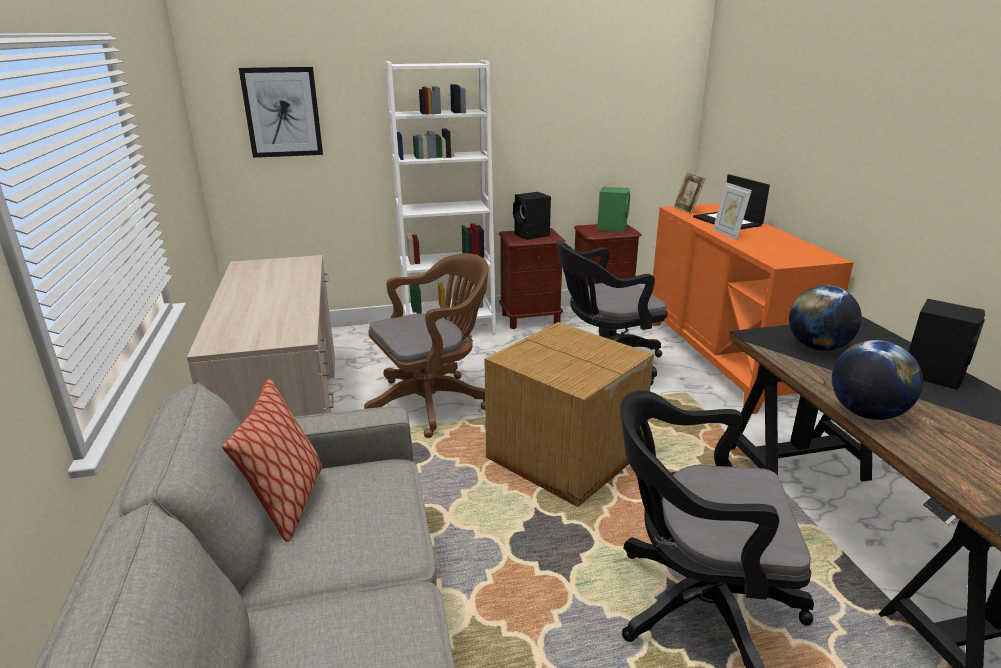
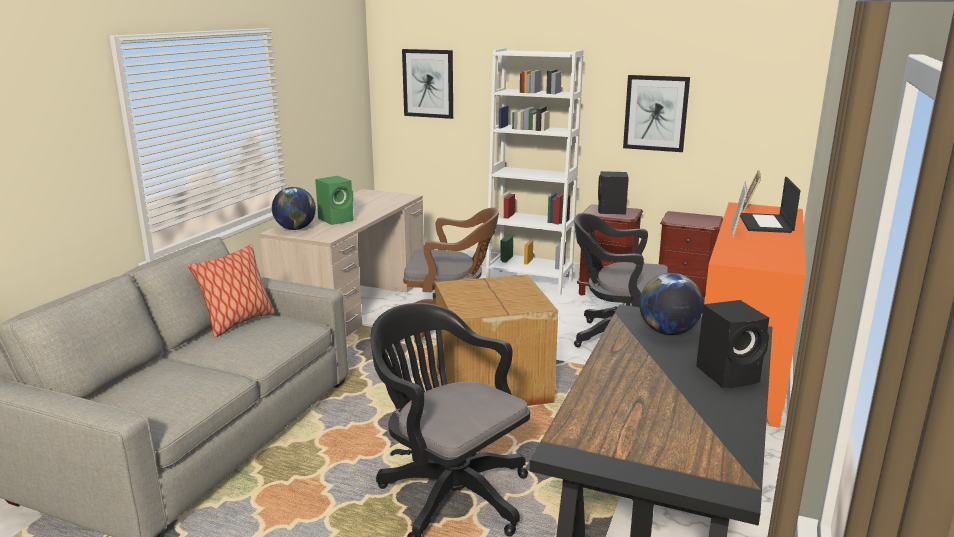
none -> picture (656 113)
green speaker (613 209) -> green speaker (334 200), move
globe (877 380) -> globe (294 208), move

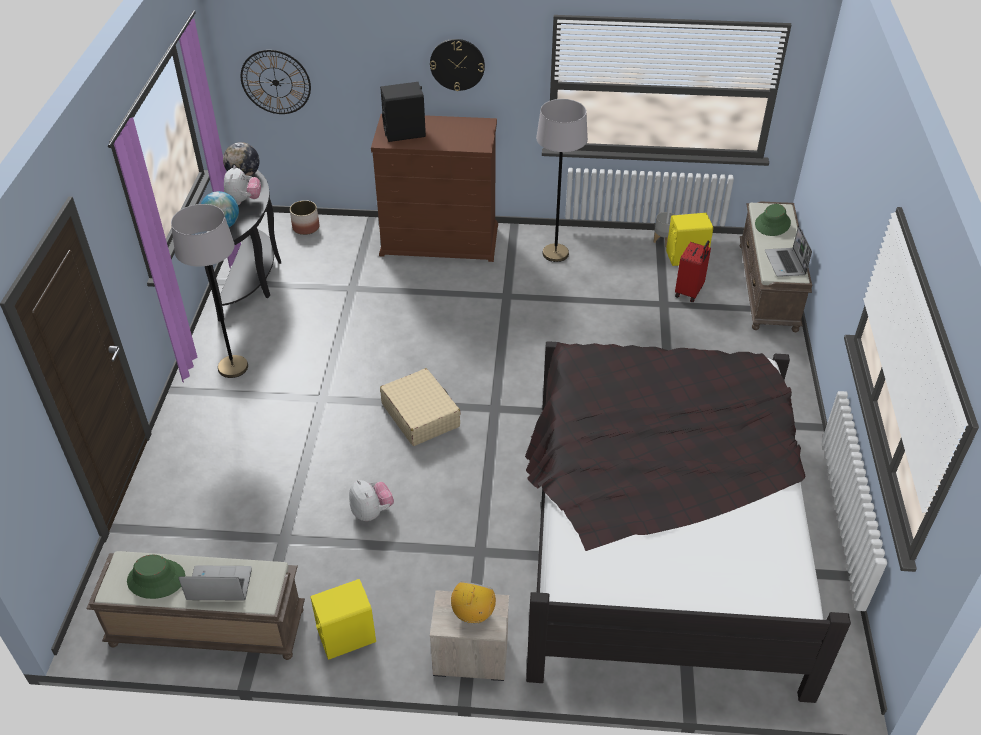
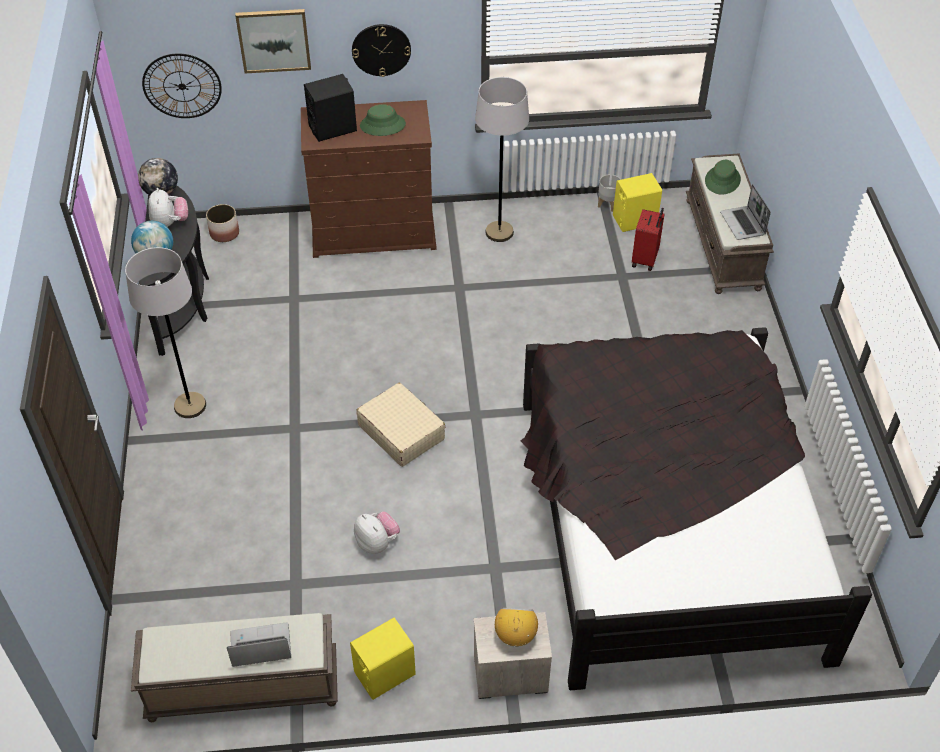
none -> picture (273 41)
green hat (156 577) -> green hat (383 120), move

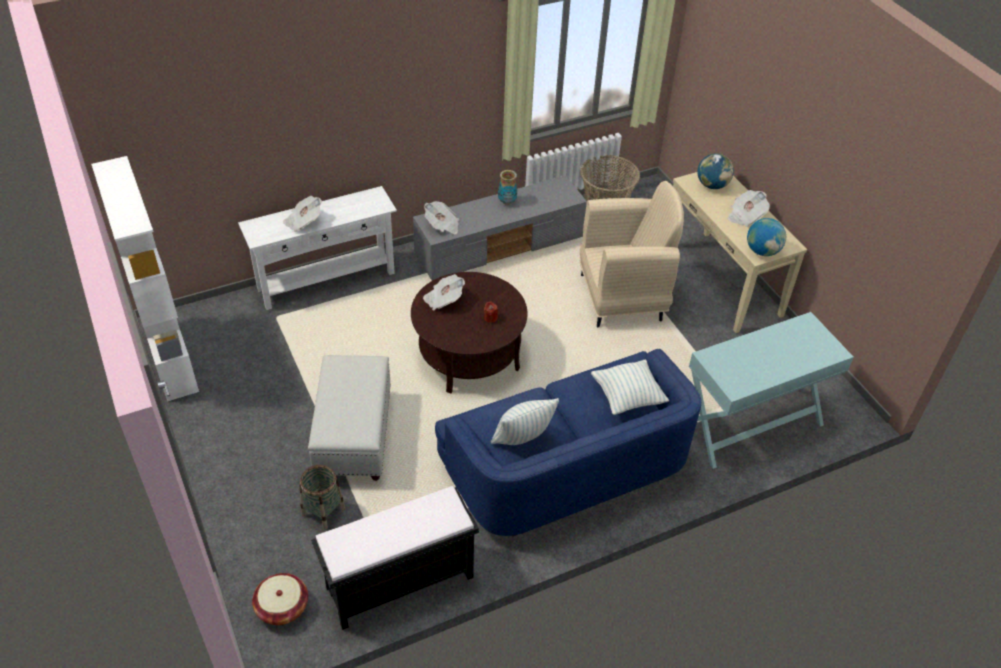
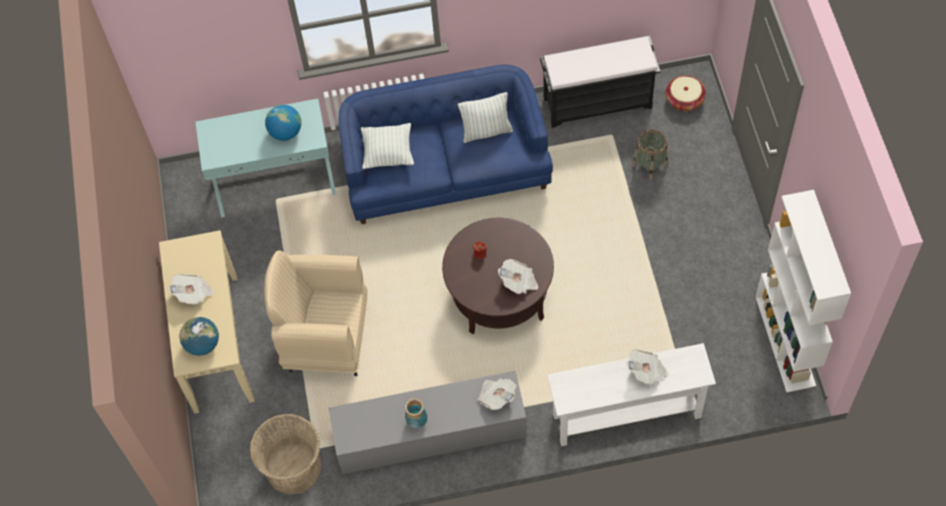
white ottoman (349 418) -> none
globe (766 237) -> globe (283 123), move

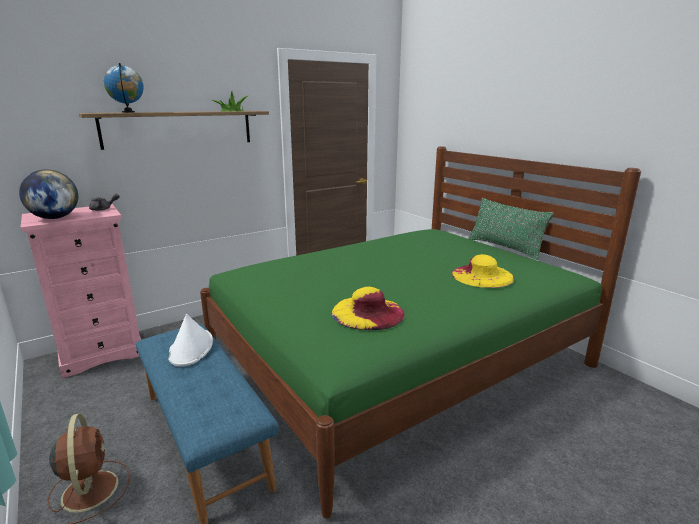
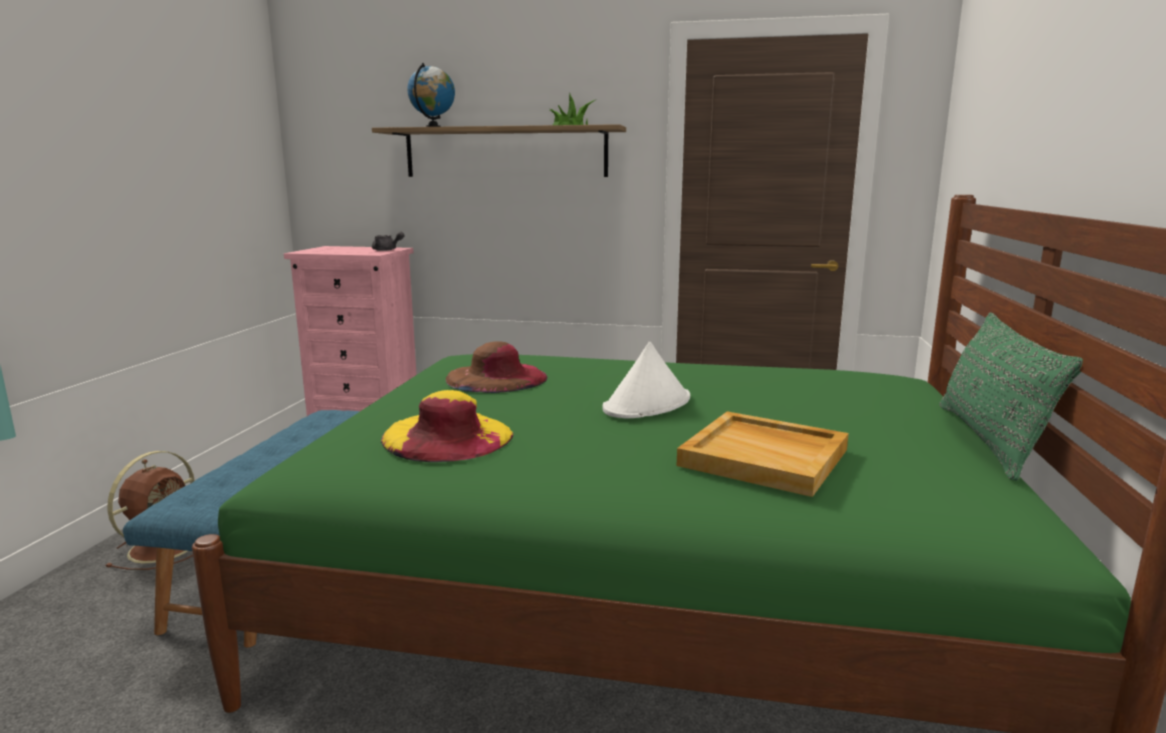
globe (48 194) -> none
none -> brown hat (496 367)
white hat (190 340) -> white hat (646 380), move
yellow hat (483 271) -> beige tray (763 454)

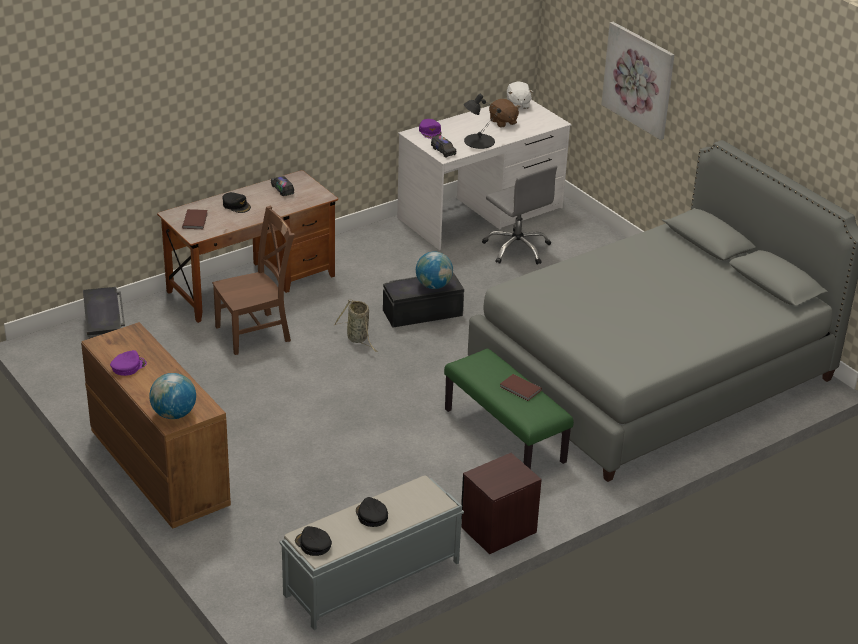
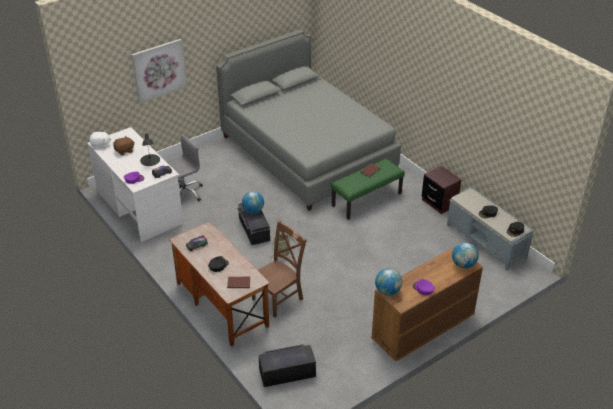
none -> globe (388 282)
brown chair (253 280) -> brown chair (279 269), 75 degrees clockwise

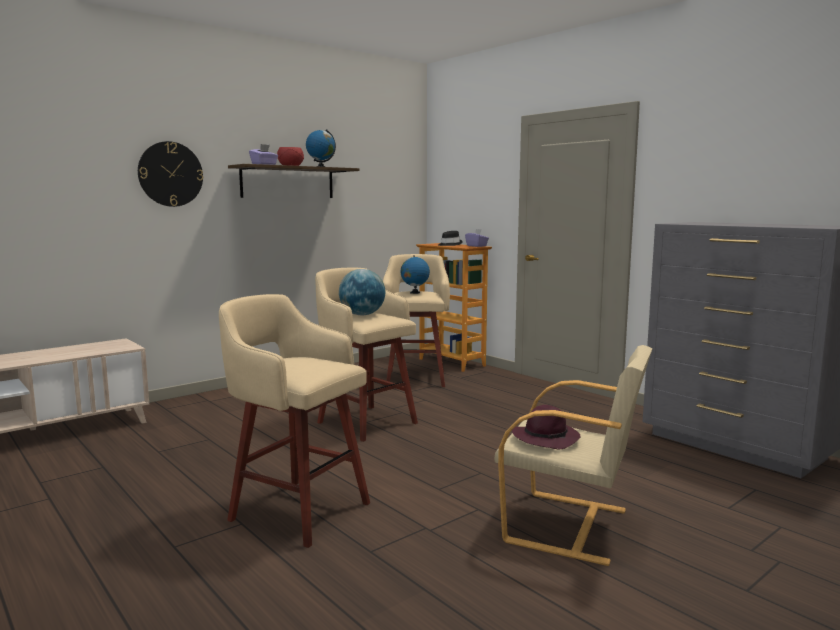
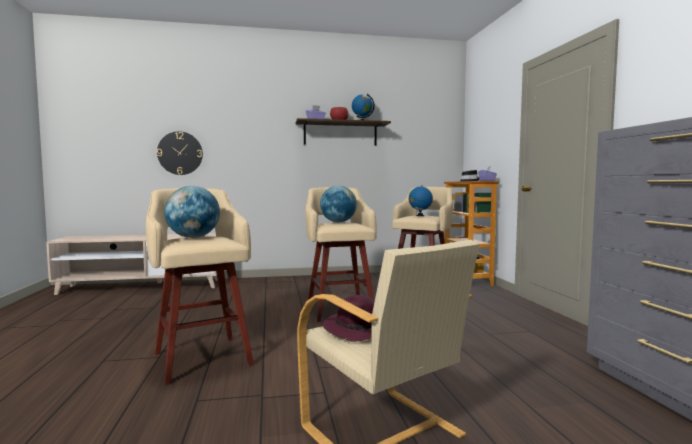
none -> globe (192 212)
wall clock (170 174) -> wall clock (180 153), move

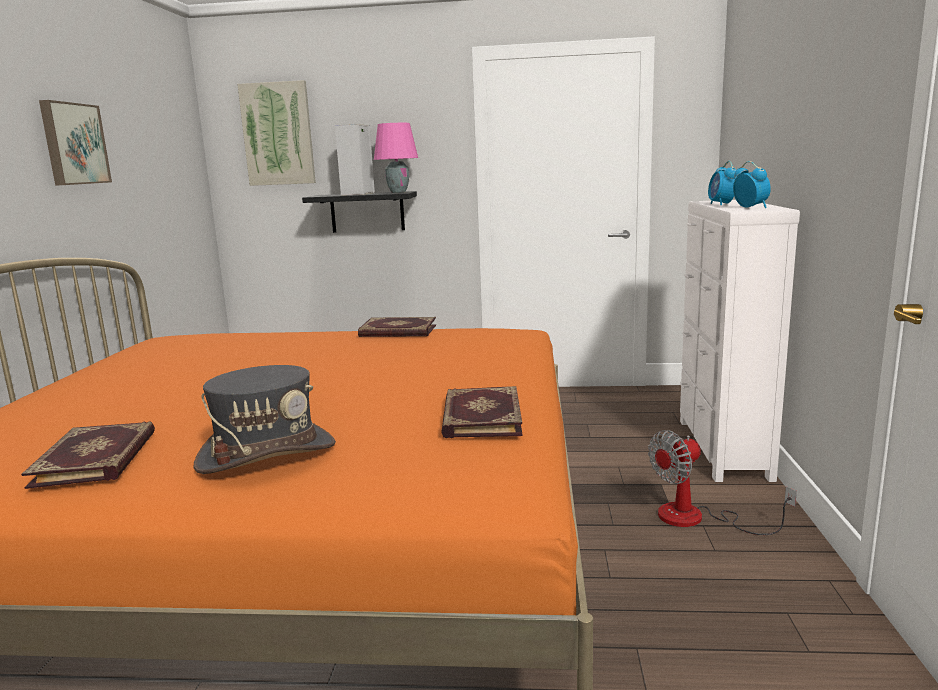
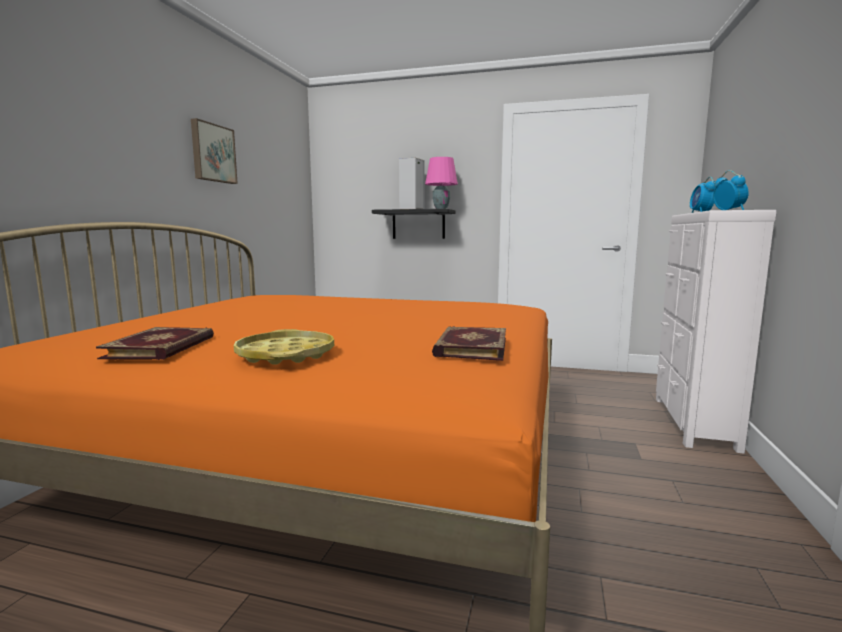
picture (276 133) -> none
book (397 327) -> none
fan (722 482) -> none
grey hat (265 419) -> yellow tray (284 347)

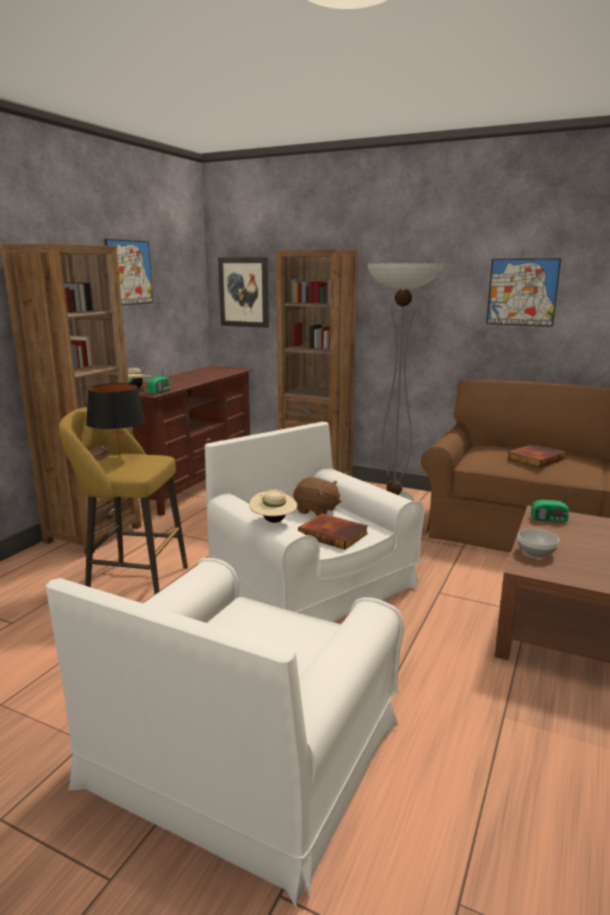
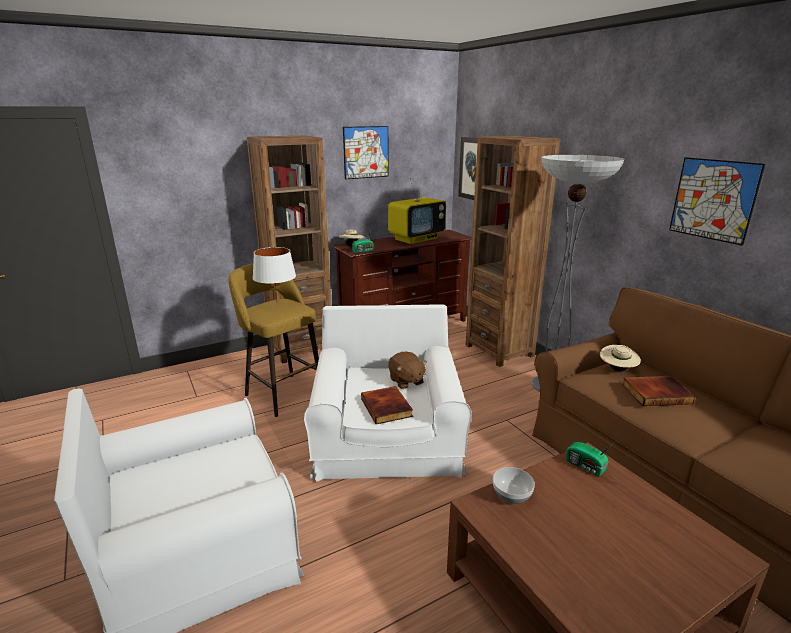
none -> television (417 210)
beige hat (273 506) -> beige hat (620 358), move
black table lamp (116 420) -> white table lamp (274 274)

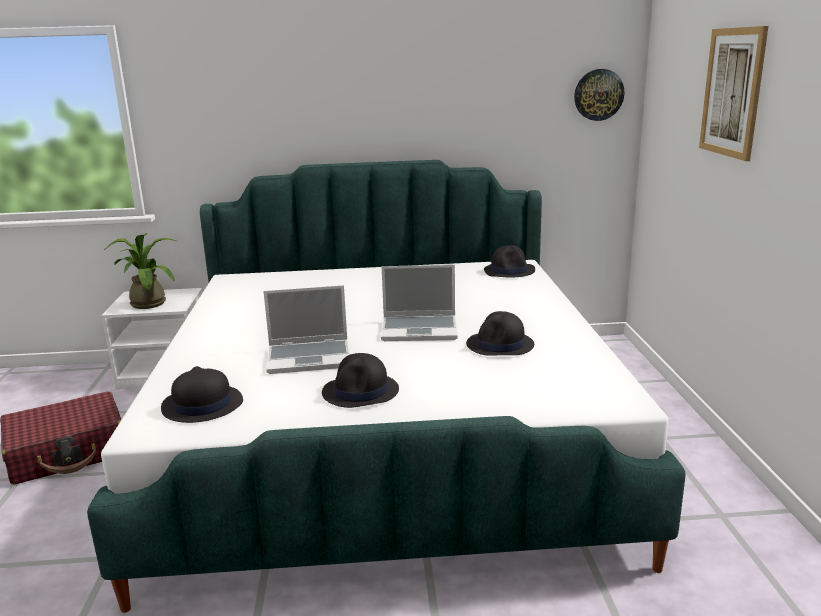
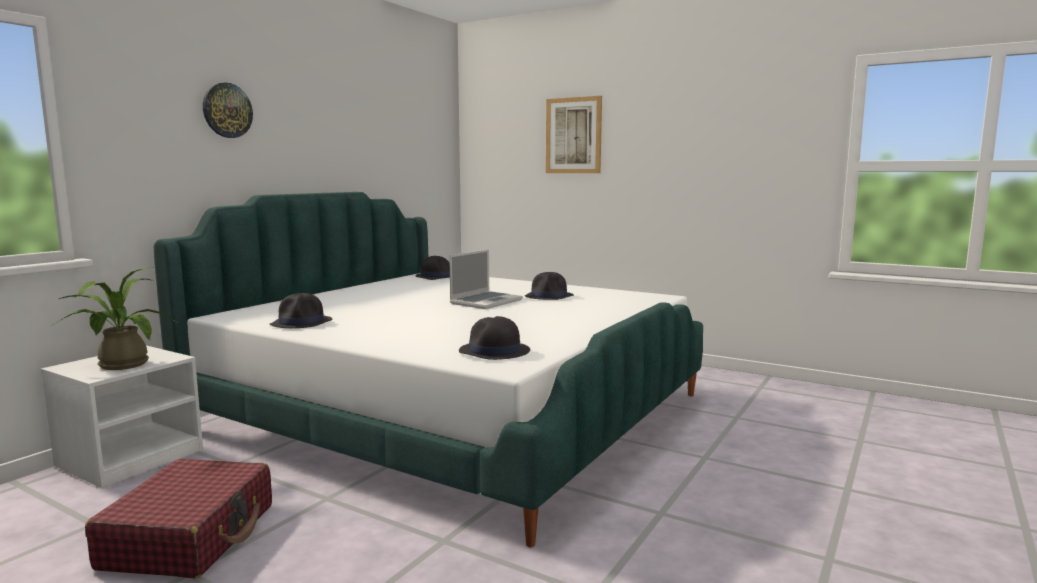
laptop (306 329) -> none
black hat (360 380) -> black hat (301 310), move
wall clock (599 95) -> wall clock (228 110), move

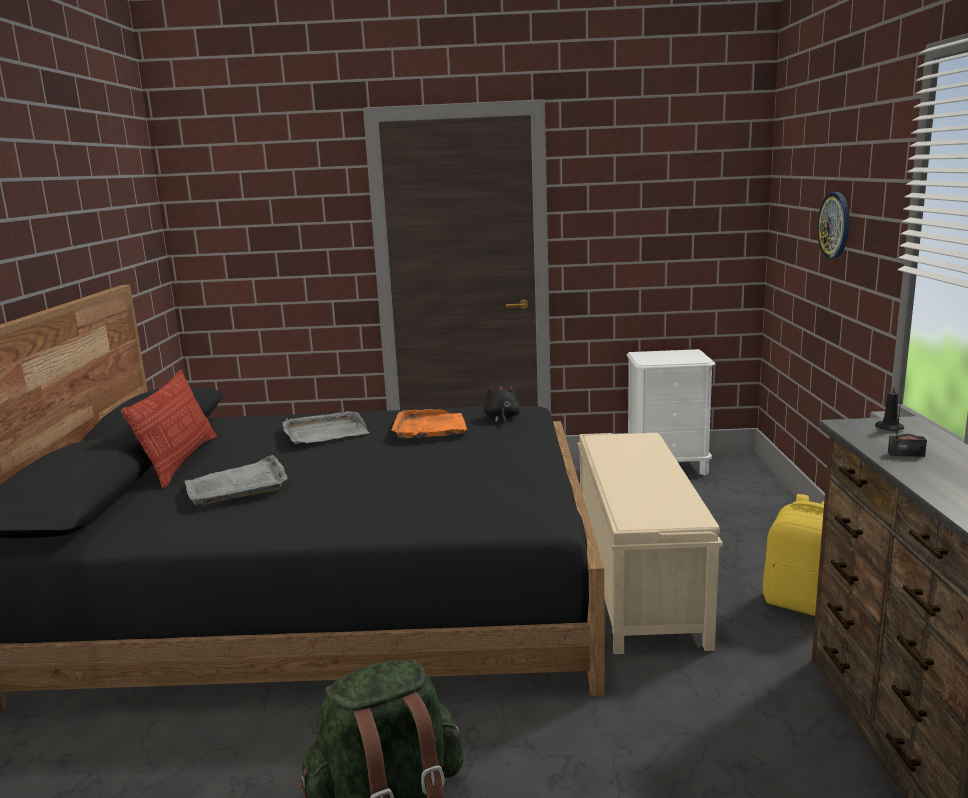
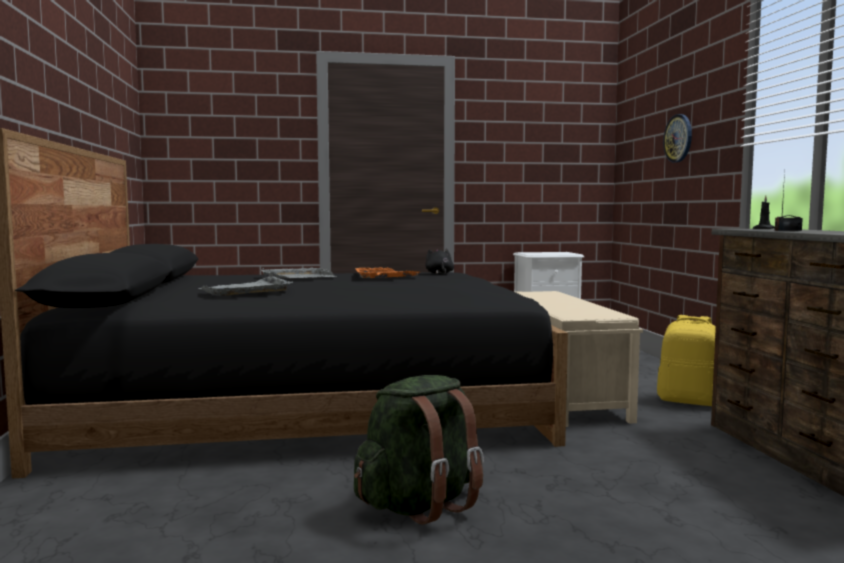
pillow (169 429) -> none

